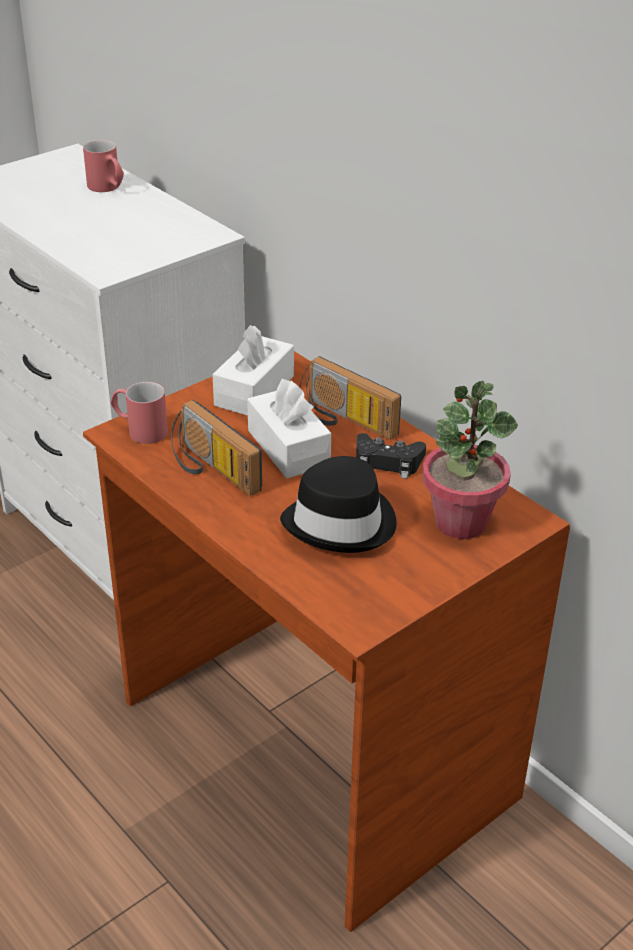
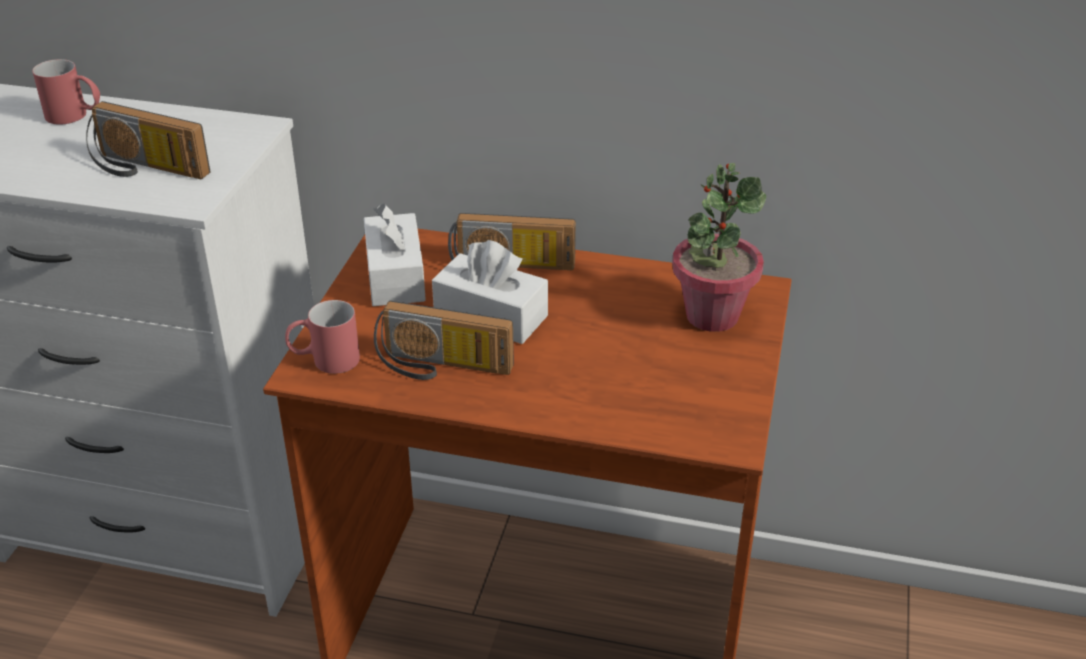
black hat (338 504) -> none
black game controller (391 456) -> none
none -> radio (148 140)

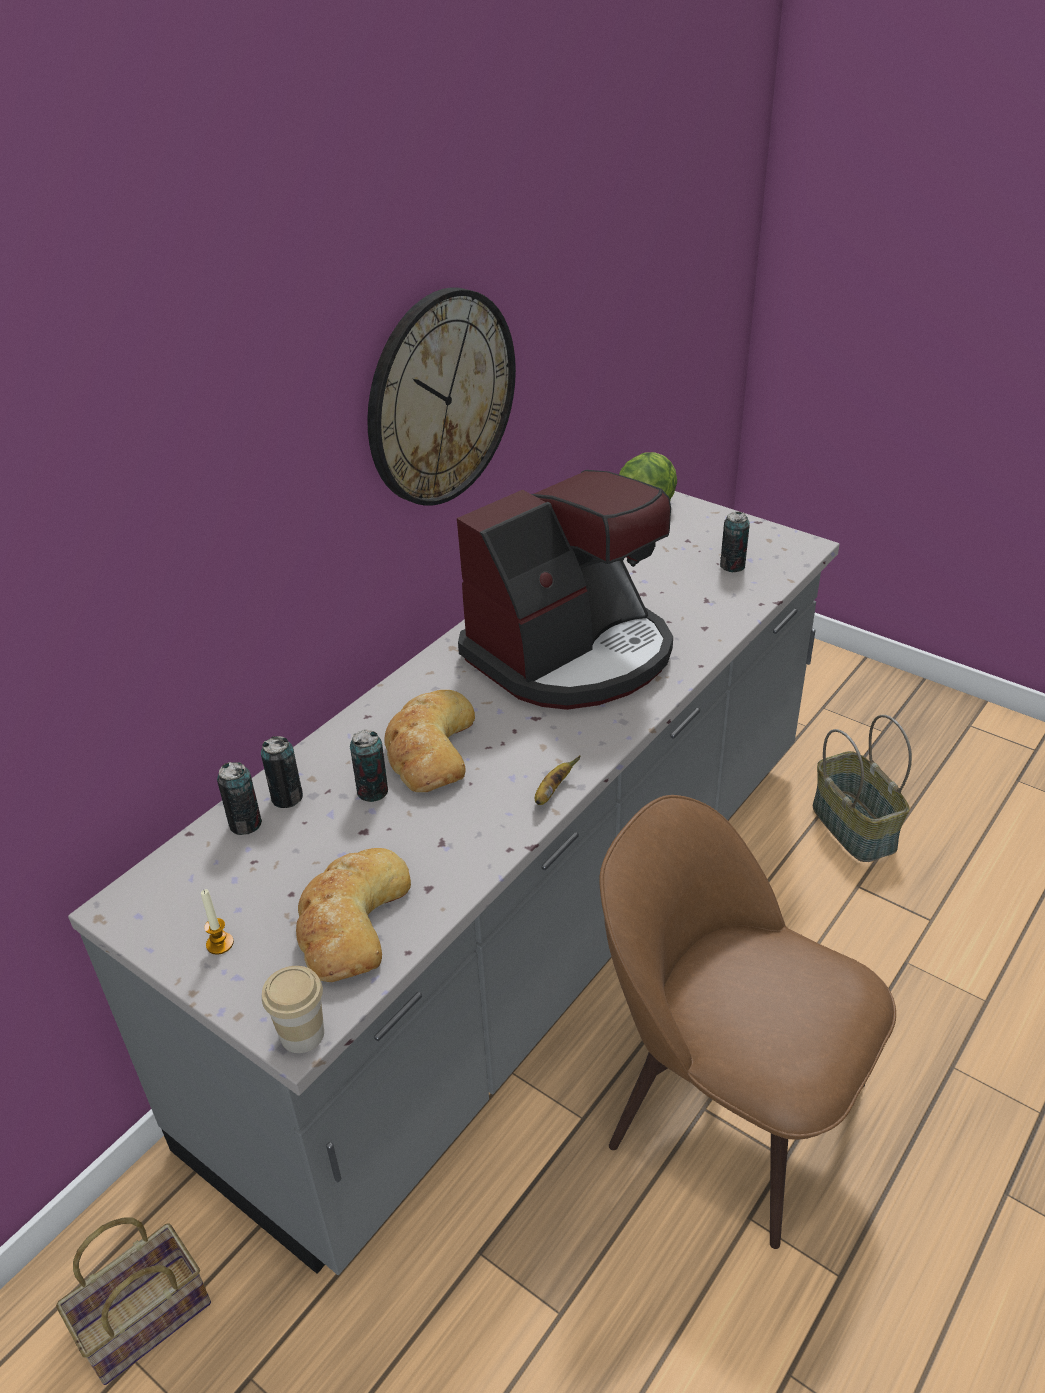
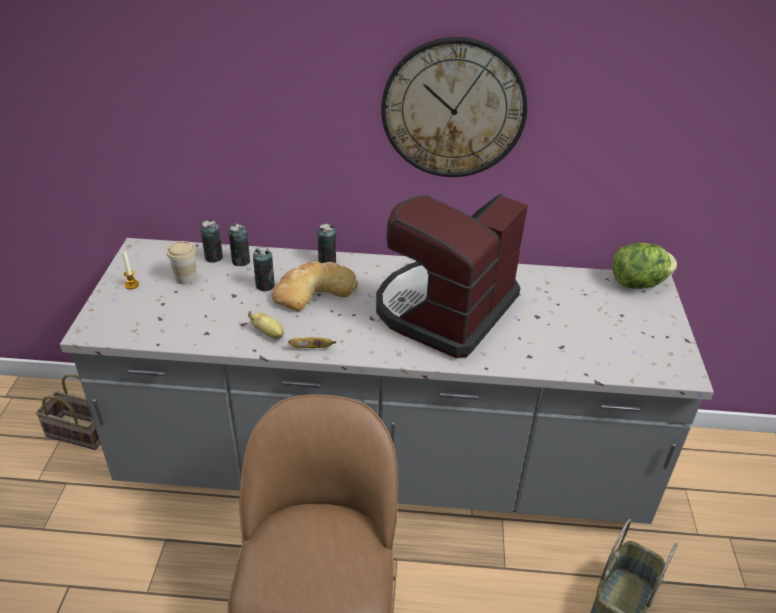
bread (353 915) -> none
none -> banana (266 325)
cup (293 1009) -> cup (182 263), move
can (735 542) -> can (326 243), move
coffee machine (565 590) -> coffee machine (452 275), 105 degrees clockwise

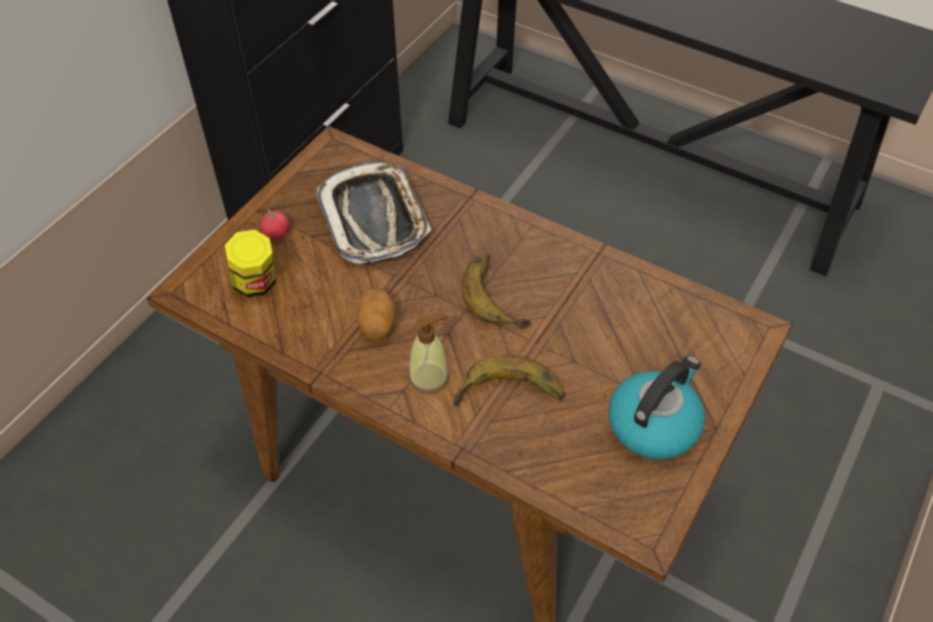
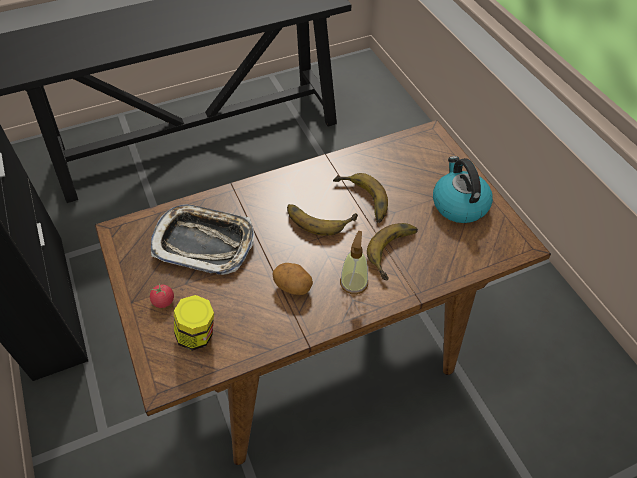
none -> banana (360 198)

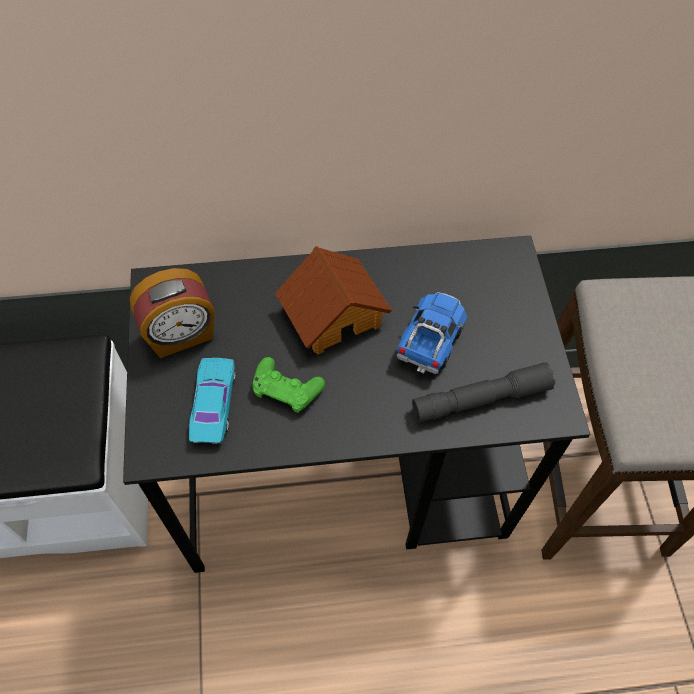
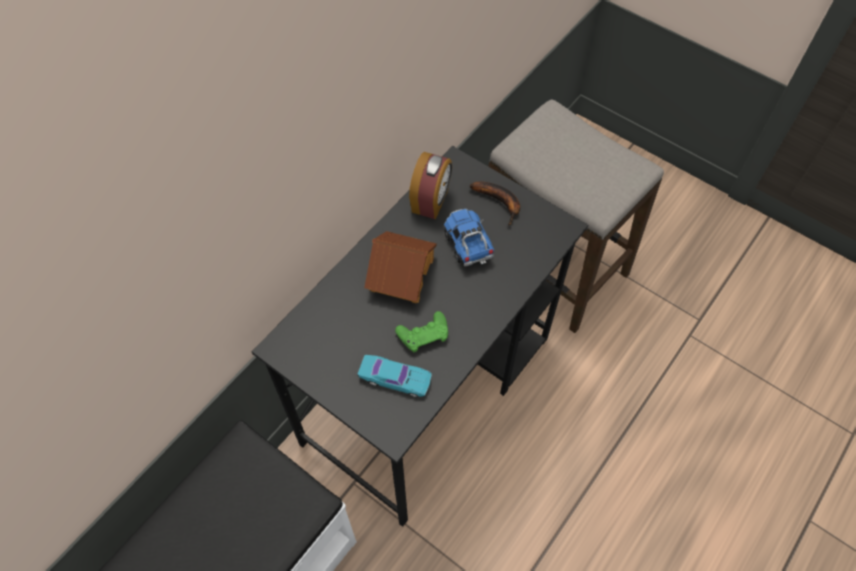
grey flashlight (483 392) -> none
none -> banana (495 203)
alarm clock (172 313) -> alarm clock (430 185), move
turquoise toy car (212 401) -> turquoise toy car (395 376), 150 degrees clockwise

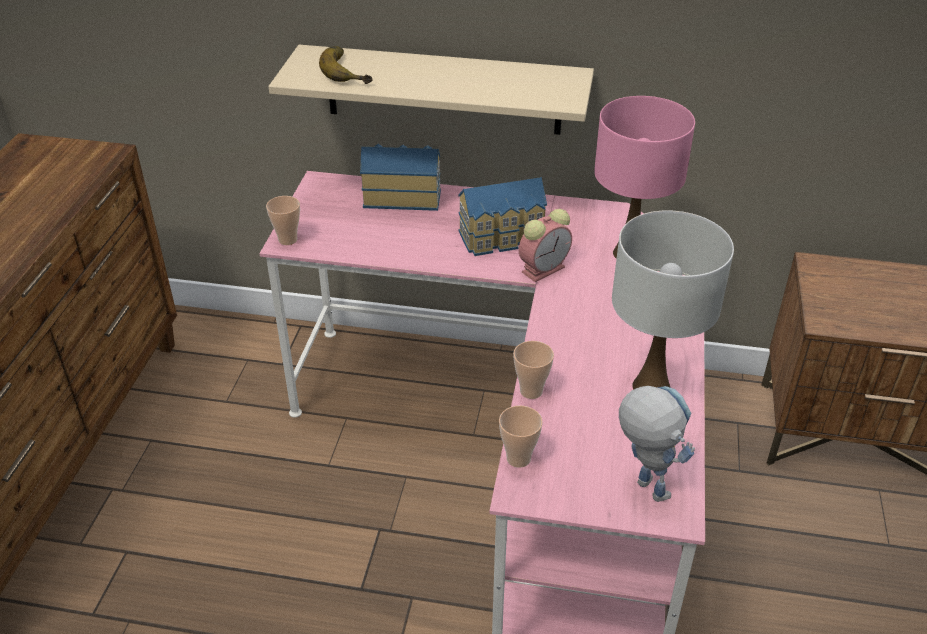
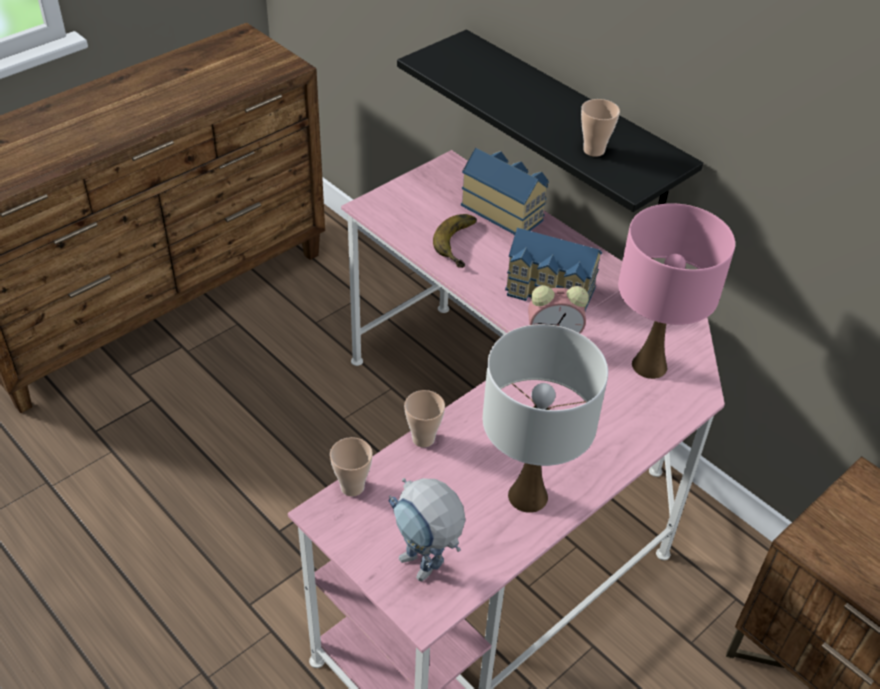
cup (283 220) -> cup (600 128), move
banana (346 65) -> banana (455 241), move
beige shelf (431 90) -> black shelf (550 121)
toy robot (657 444) -> toy robot (427 529), 135 degrees clockwise

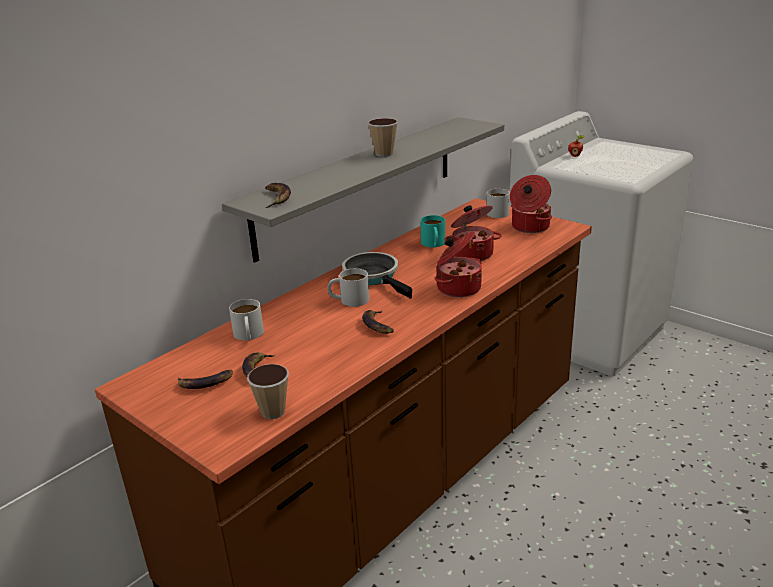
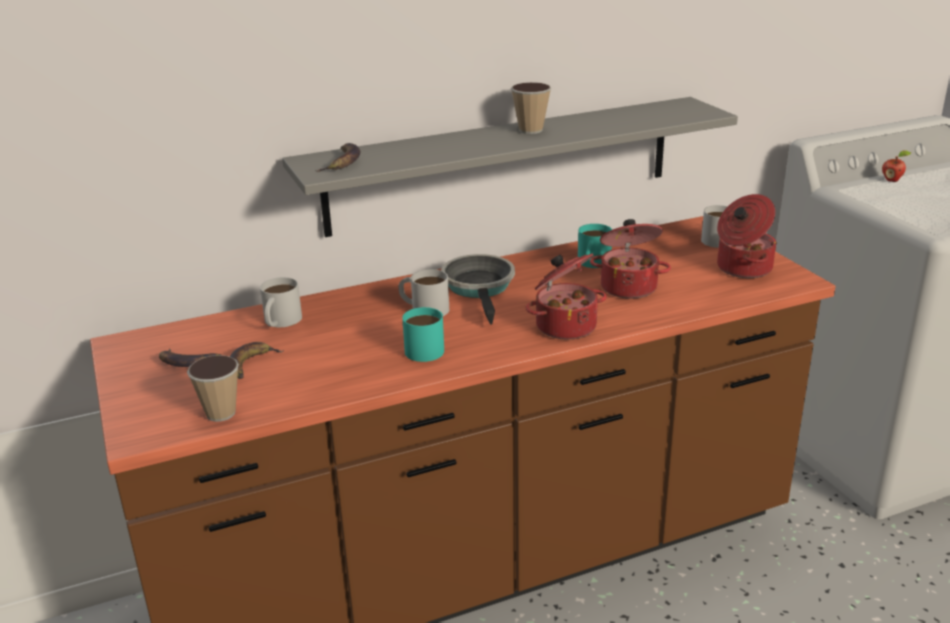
banana (378 322) -> turquoise mug (423 334)

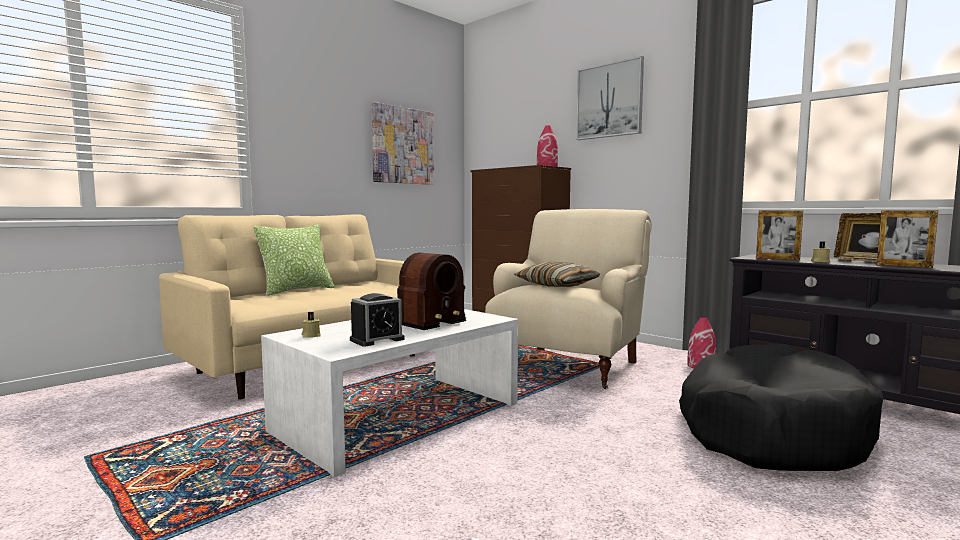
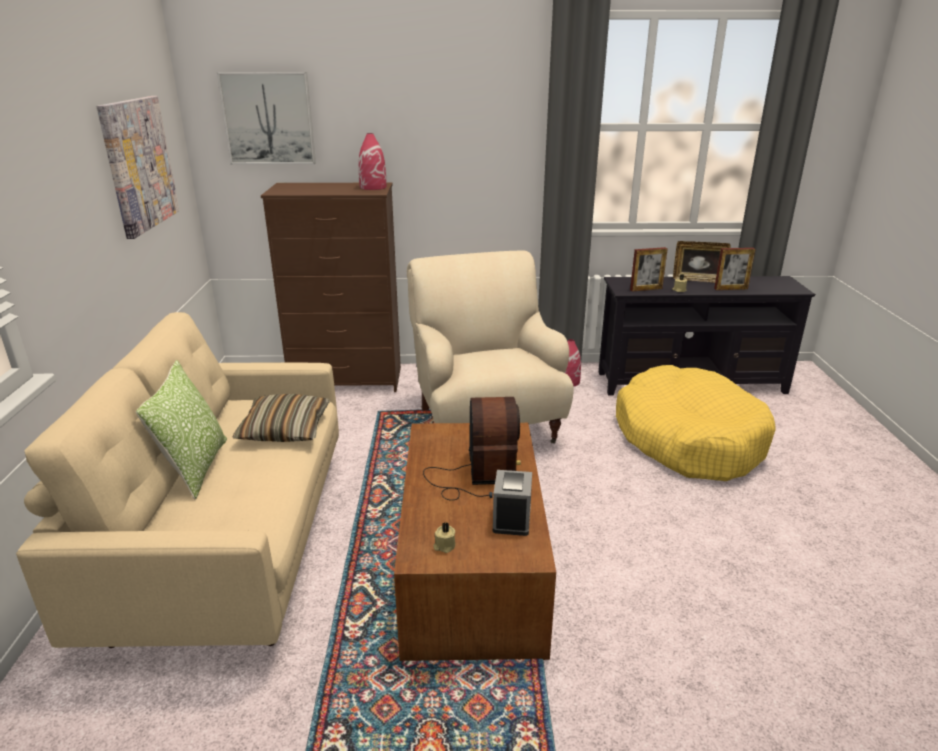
pillow (557 274) -> pillow (281 418), move
picture (610 98) -> picture (266 118), move
white coffee table (389 393) -> brown coffee table (475 542)
black dog bed (781 407) -> yellow dog bed (695 423)

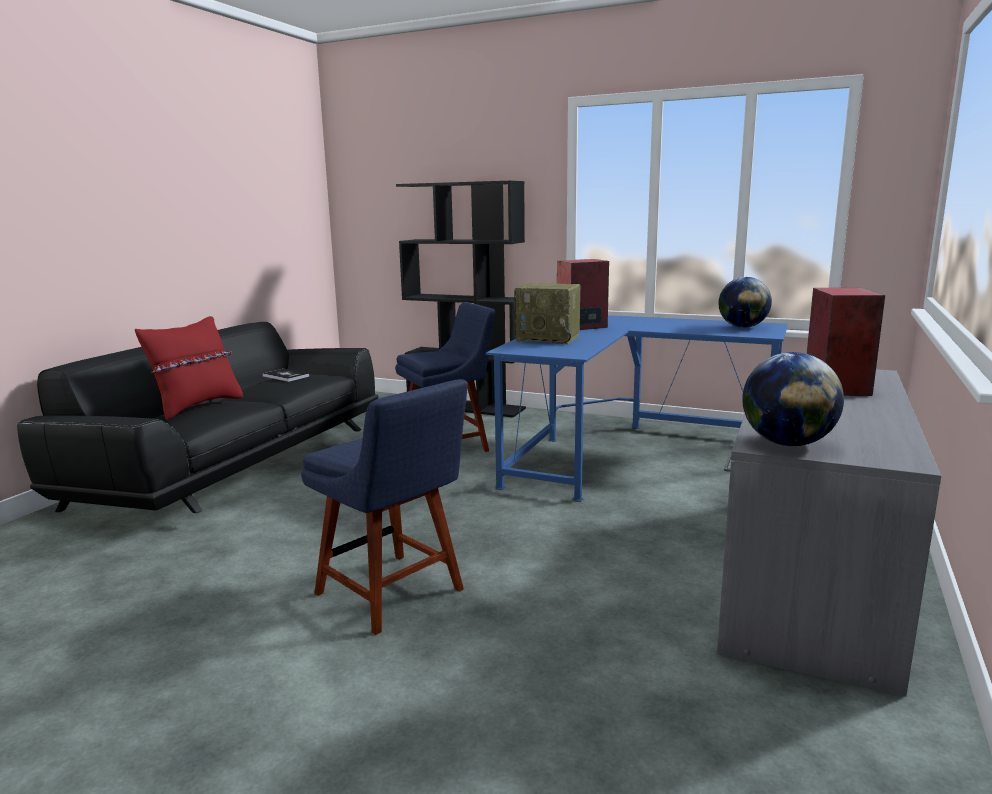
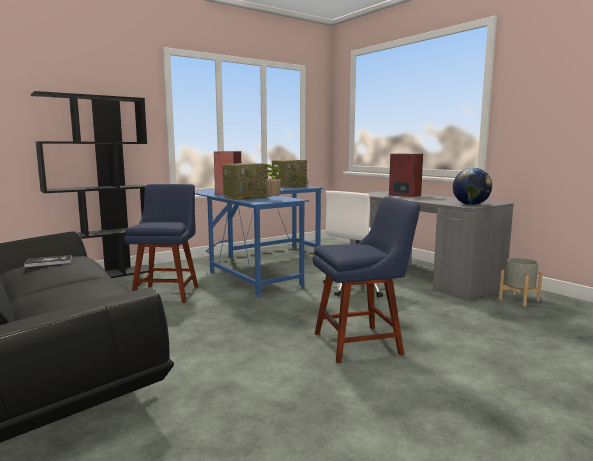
red pillow (189 368) -> none
none -> potted plant (272 181)
none -> white office chair (353 244)
none -> grey planter (521 282)
globe (745 302) -> radio (290 174)

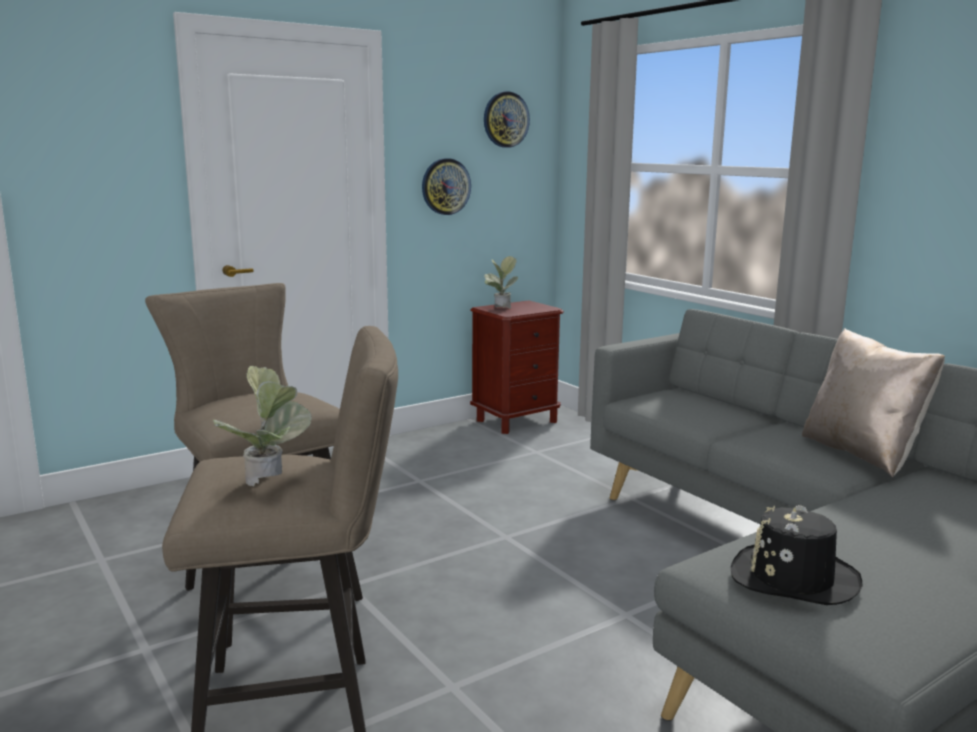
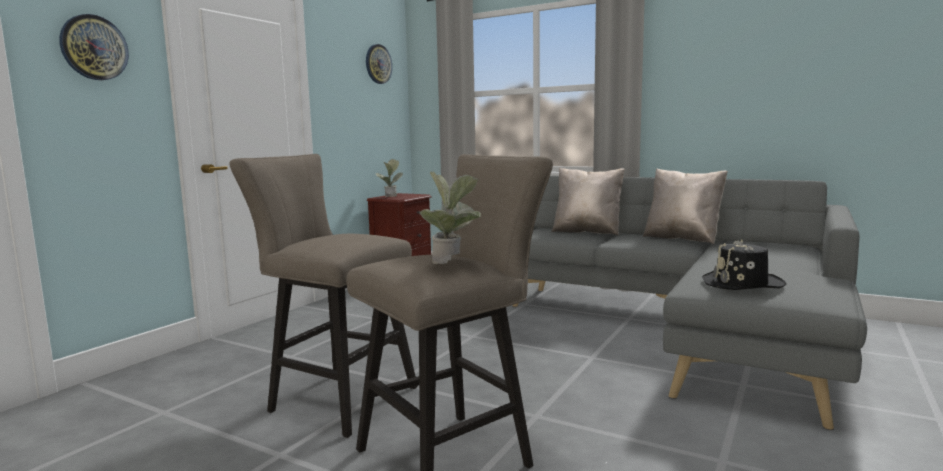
none -> beige pillow (588 201)
wall clock (446 186) -> wall clock (94 47), move

